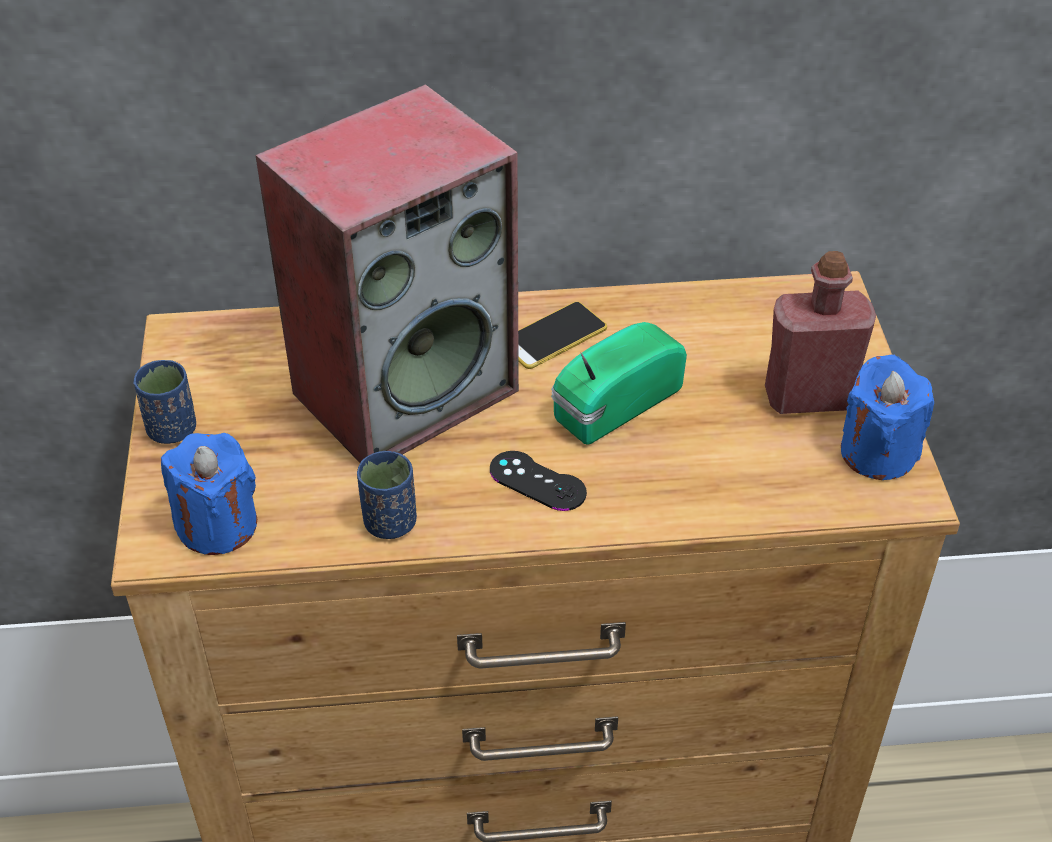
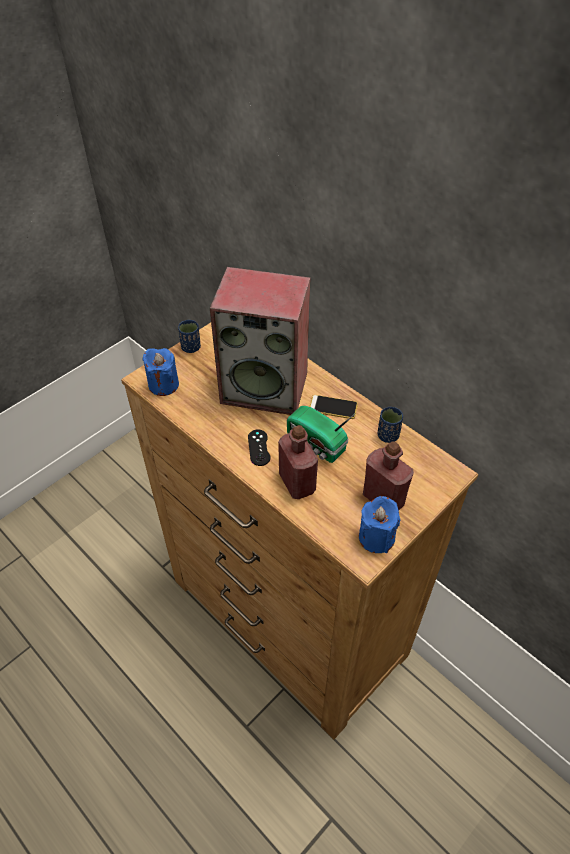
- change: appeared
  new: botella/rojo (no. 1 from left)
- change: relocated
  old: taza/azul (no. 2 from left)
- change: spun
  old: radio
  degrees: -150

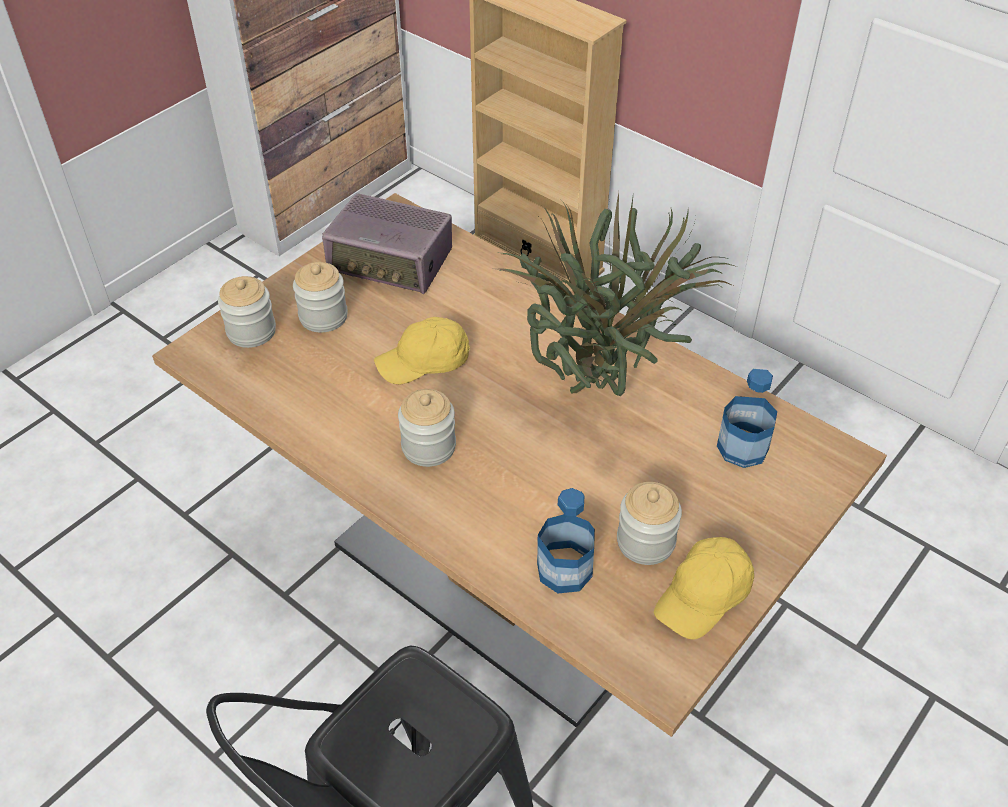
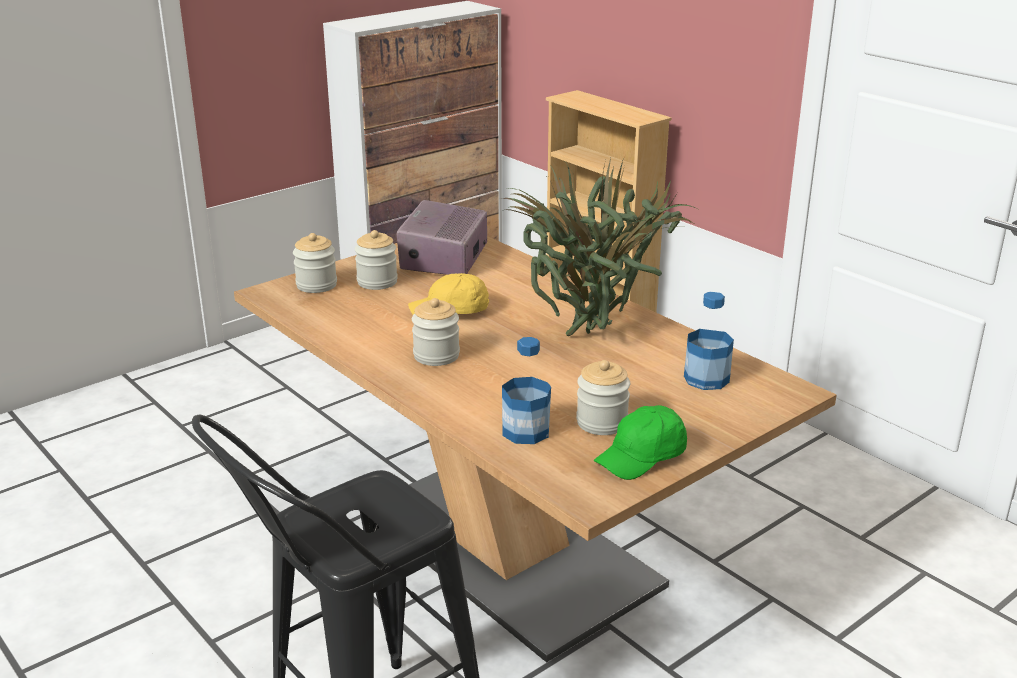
- change: colour
  old: gorra/amarillo (no. 2 from left)
  new: gorra/verde
- change: spun
  old: radio
  degrees: 75

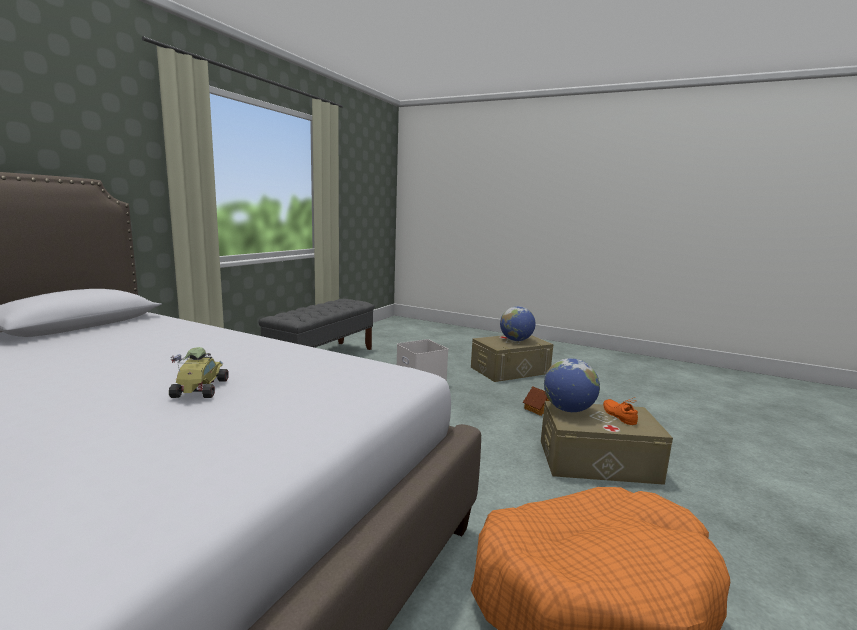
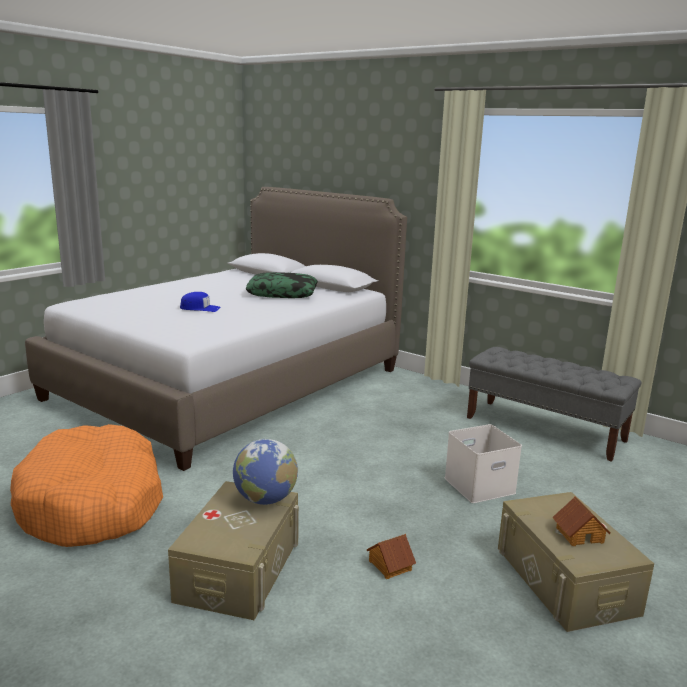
- change: missing
  old: zapato/naranja
- change: appeared
  new: cojín
- change: exchanged
  old: coche de juguete
  new: gorra/azul
- change: exchanged
  old: globo terráqueo (no. 1 from left)
  new: casita (no. 2 from left)

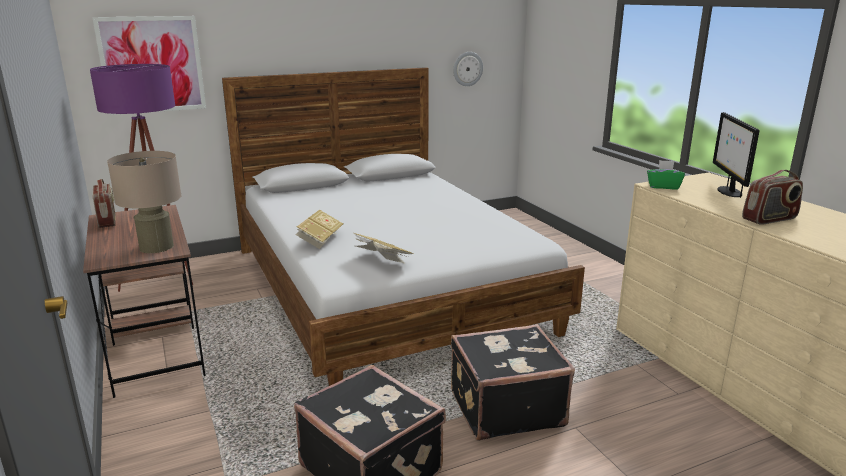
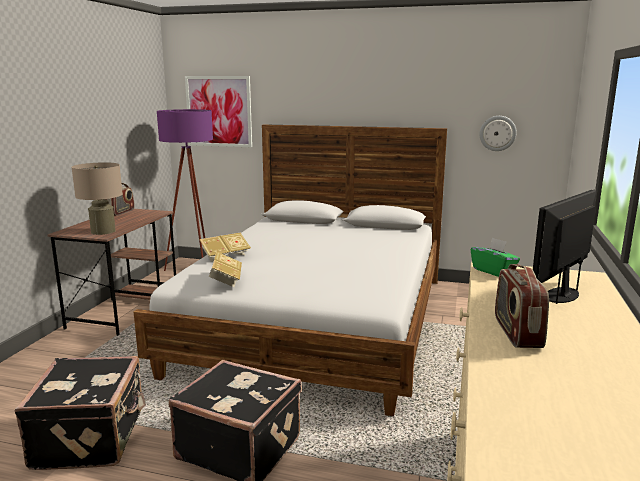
- change: spun
  old: radio (no. 2 from left)
  degrees: 75

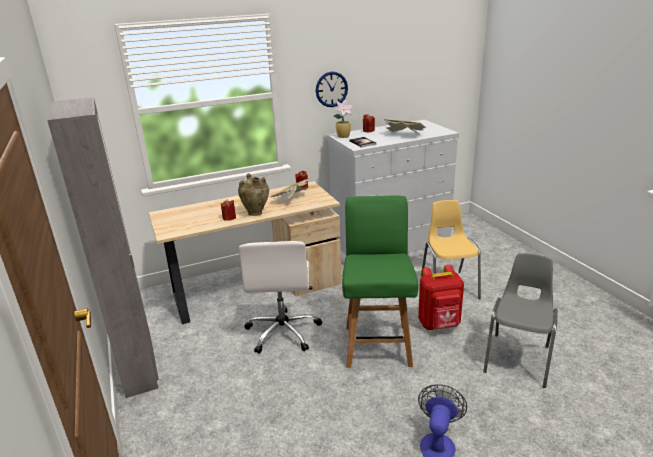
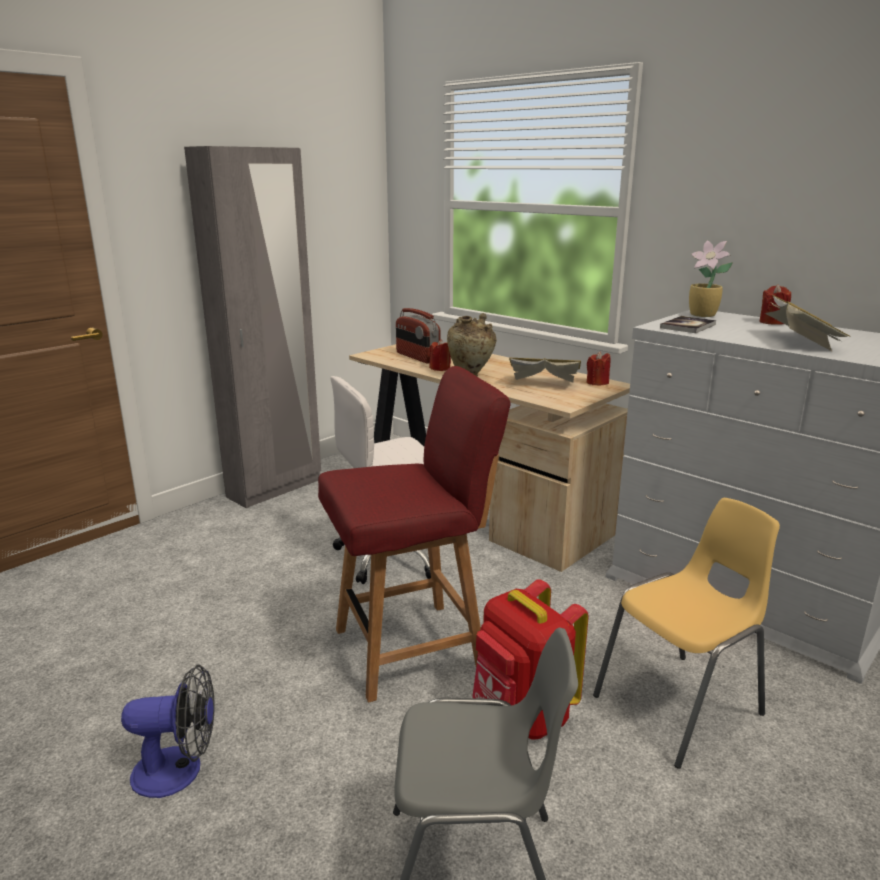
- change: missing
  old: reloj de pared
- change: appeared
  new: radio
- change: colour
  old: silla/verde
  new: silla/rojo

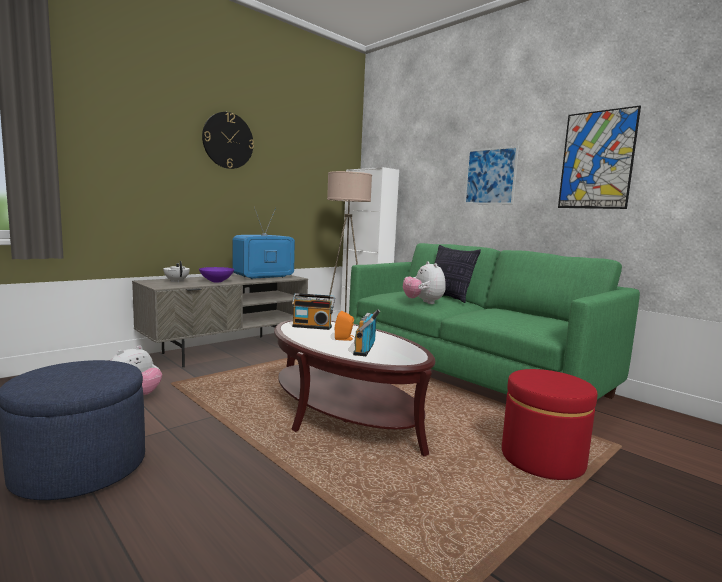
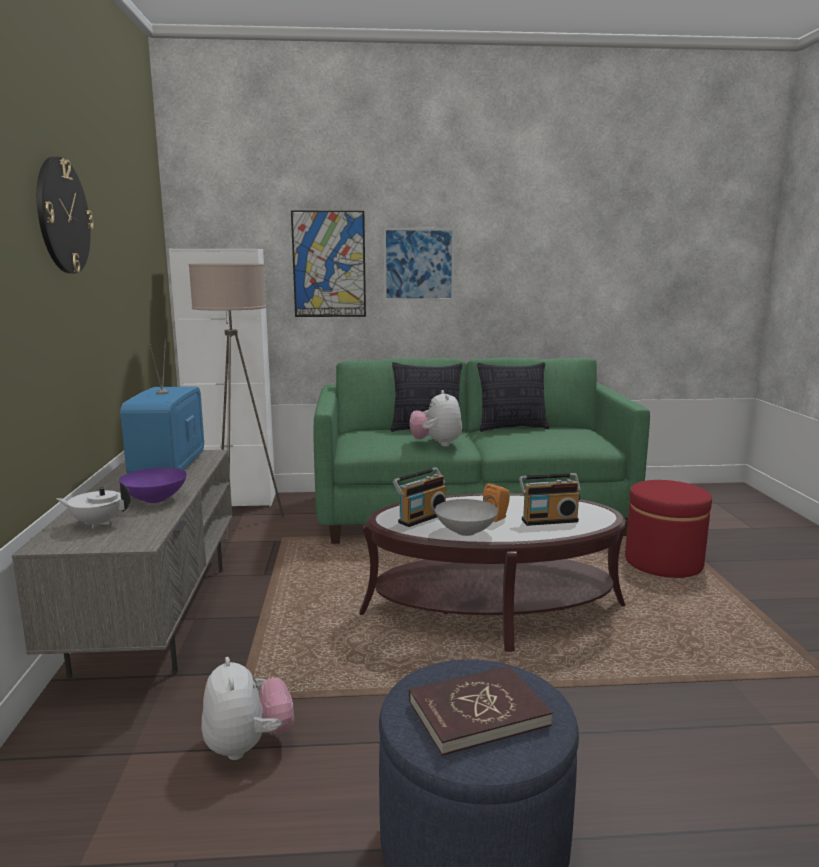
- change: appeared
  new: libro/rojo
- change: appeared
  new: cuenco/gris
- change: appeared
  new: cojín (no. 2 from left)
- change: relocated
  old: cuadro (no. 2 from left in the first image)
  new: cuadro (no. 1 from left)
- change: spun
  old: radio (no. 2 from left)
  degrees: -60
- change: spun
  old: peluche (no. 2 from left)
  degrees: 60

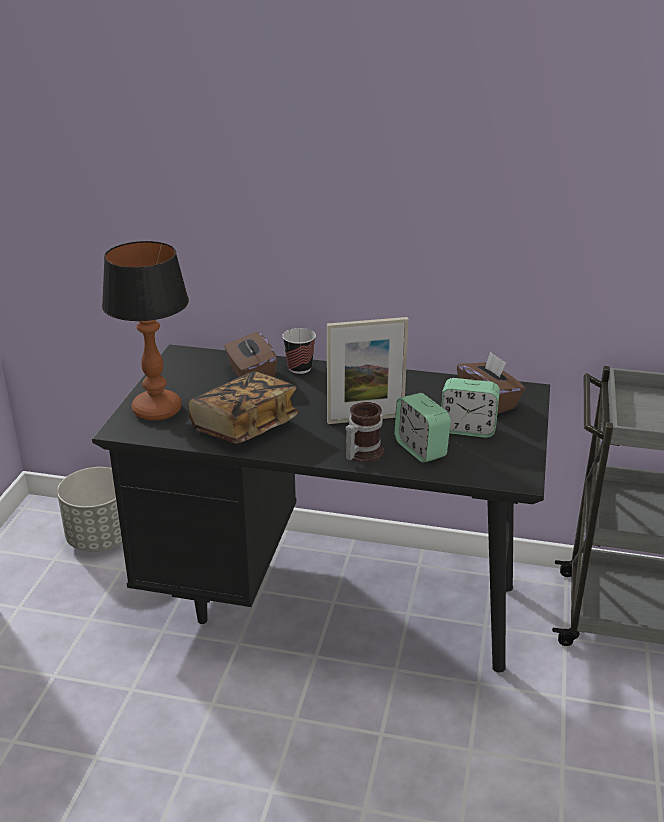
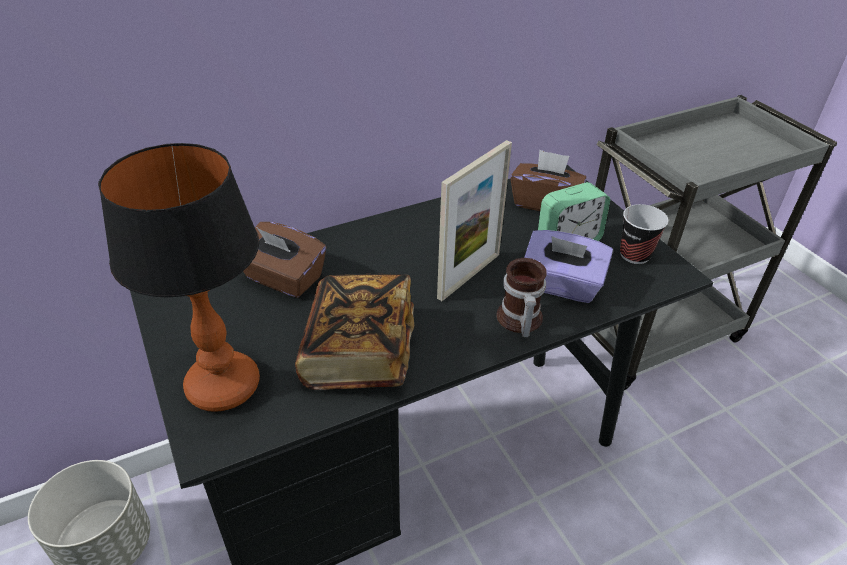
- change: relocated
  old: taza
- change: exchanged
  old: despertador (no. 1 from left)
  new: caja de pañuelos/morado

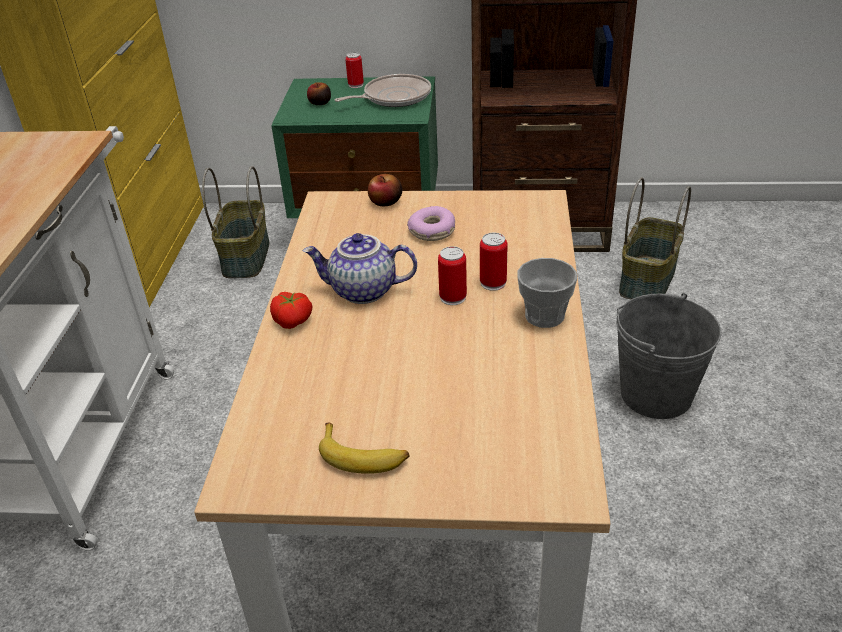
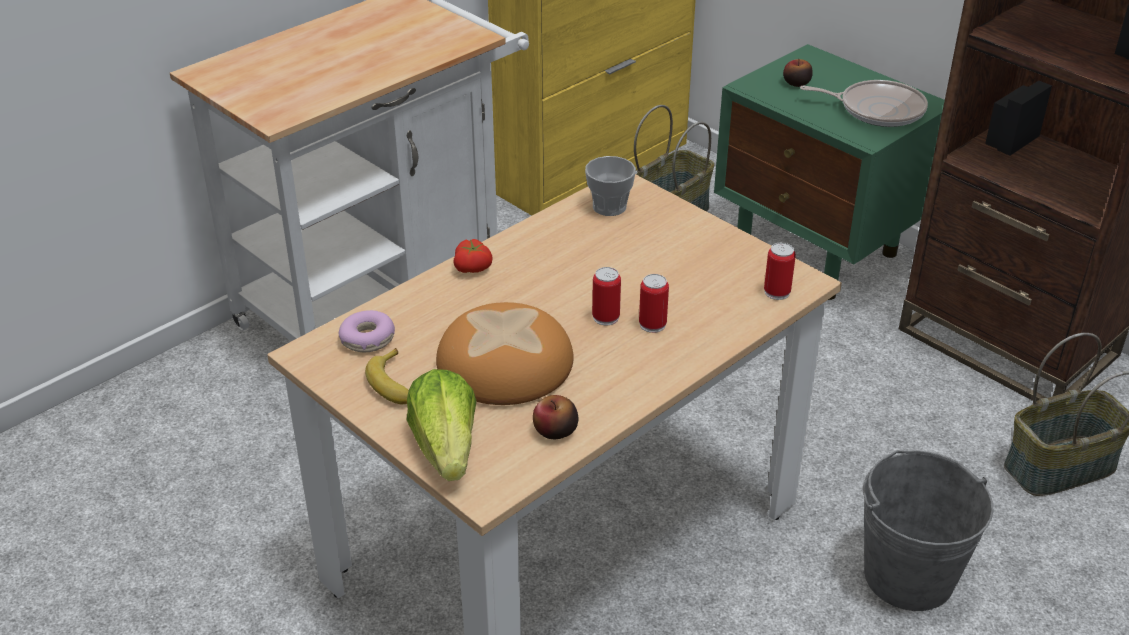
- change: missing
  old: tetera
- change: appeared
  new: lechuga
- change: appeared
  new: pan
- change: relocated
  old: lata (no. 1 from left in the first image)
  new: lata (no. 3 from left)
- change: relocated
  old: manzana (no. 2 from left in the first image)
  new: manzana (no. 1 from left)
- change: relocated
  old: rosquilla
- change: relocated
  old: taza

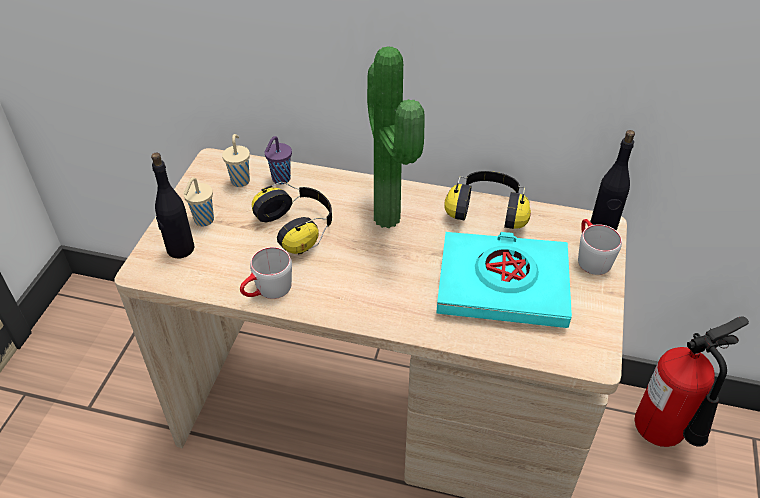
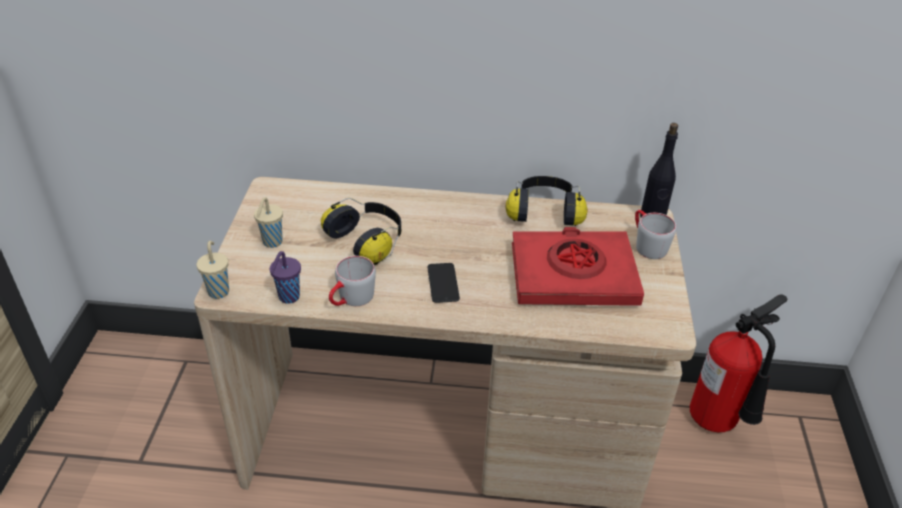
- change: missing
  old: botella/negro (no. 1 from left)
- change: missing
  old: planta en maceta
- change: appeared
  new: móvil
- change: relocated
  old: taza/beis (no. 2 from left in the first image)
  new: taza/beis (no. 1 from left)
- change: relocated
  old: taza/morado
- change: colour
  old: libro/turquesa
  new: libro/rojo

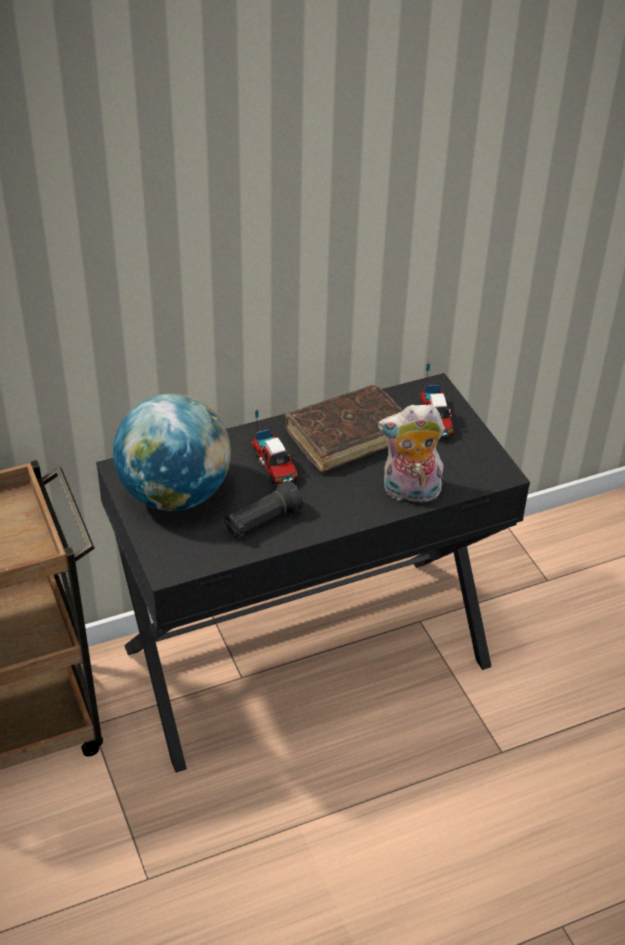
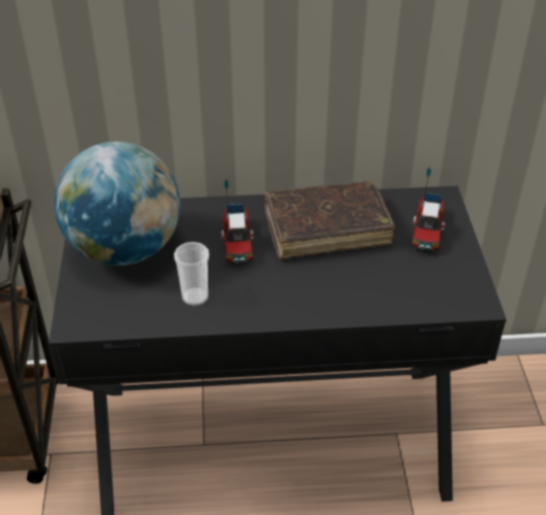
- change: missing
  old: peluche
- change: exchanged
  old: linterna/negro
  new: taza

